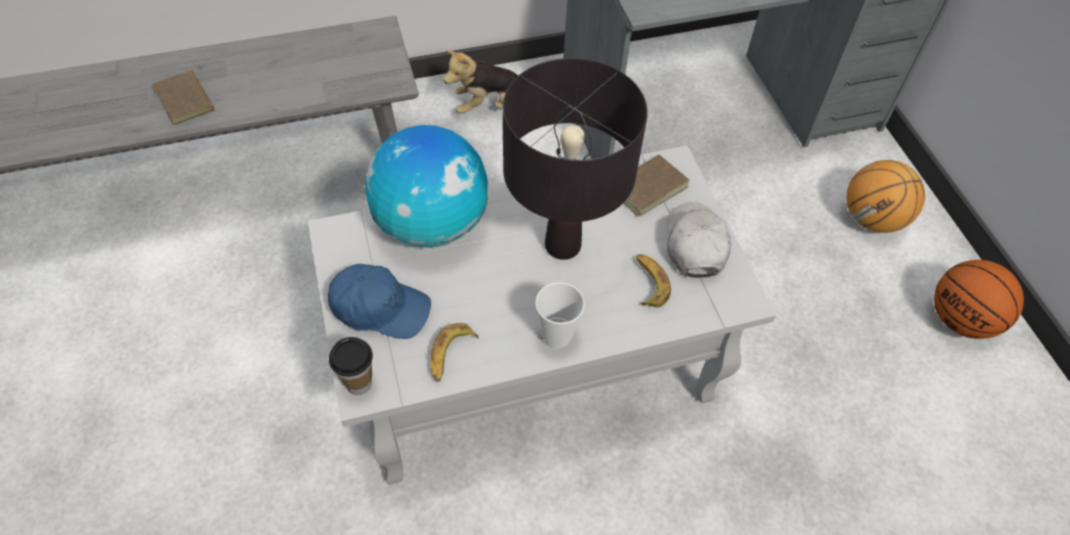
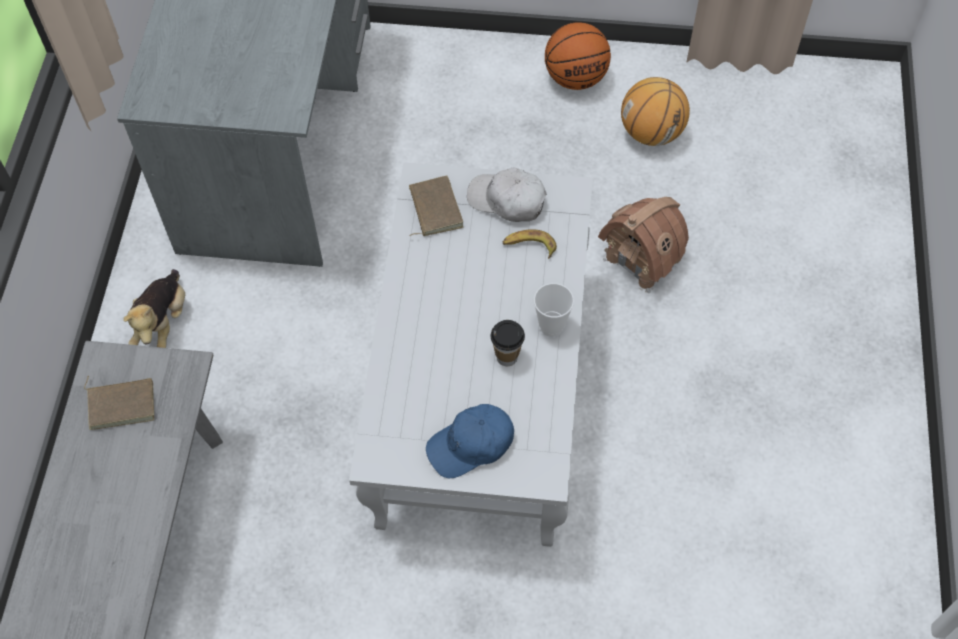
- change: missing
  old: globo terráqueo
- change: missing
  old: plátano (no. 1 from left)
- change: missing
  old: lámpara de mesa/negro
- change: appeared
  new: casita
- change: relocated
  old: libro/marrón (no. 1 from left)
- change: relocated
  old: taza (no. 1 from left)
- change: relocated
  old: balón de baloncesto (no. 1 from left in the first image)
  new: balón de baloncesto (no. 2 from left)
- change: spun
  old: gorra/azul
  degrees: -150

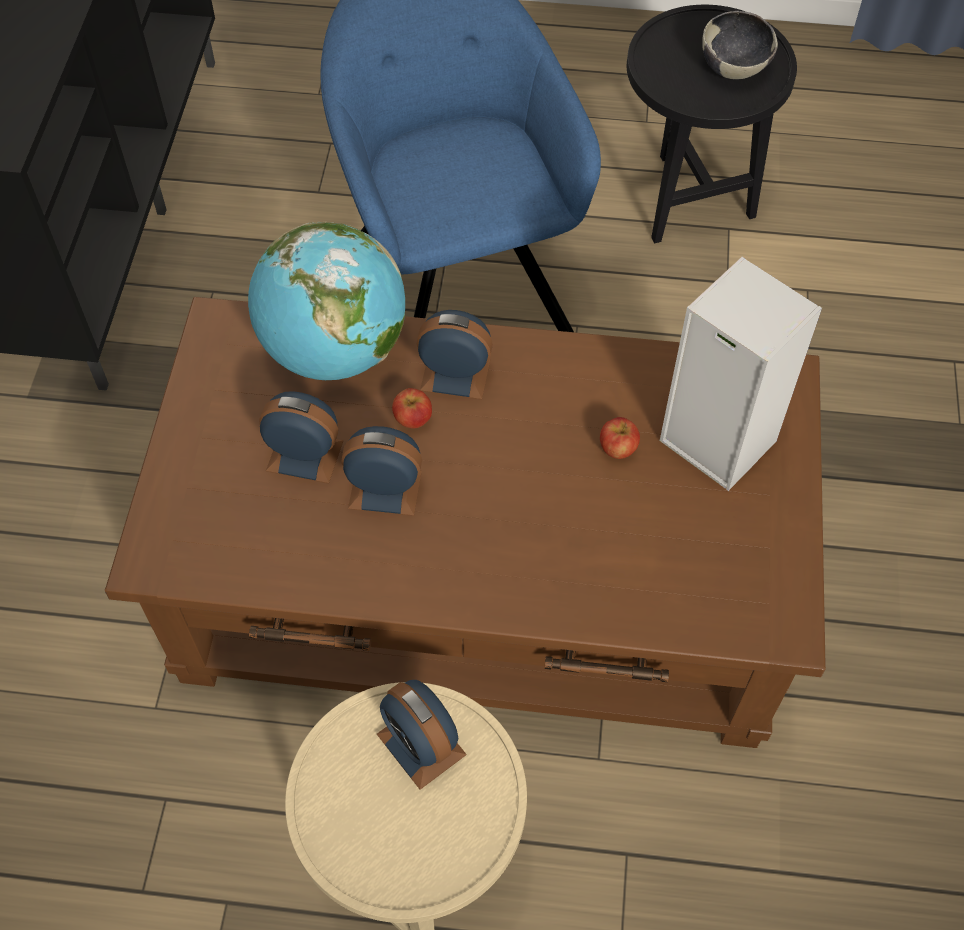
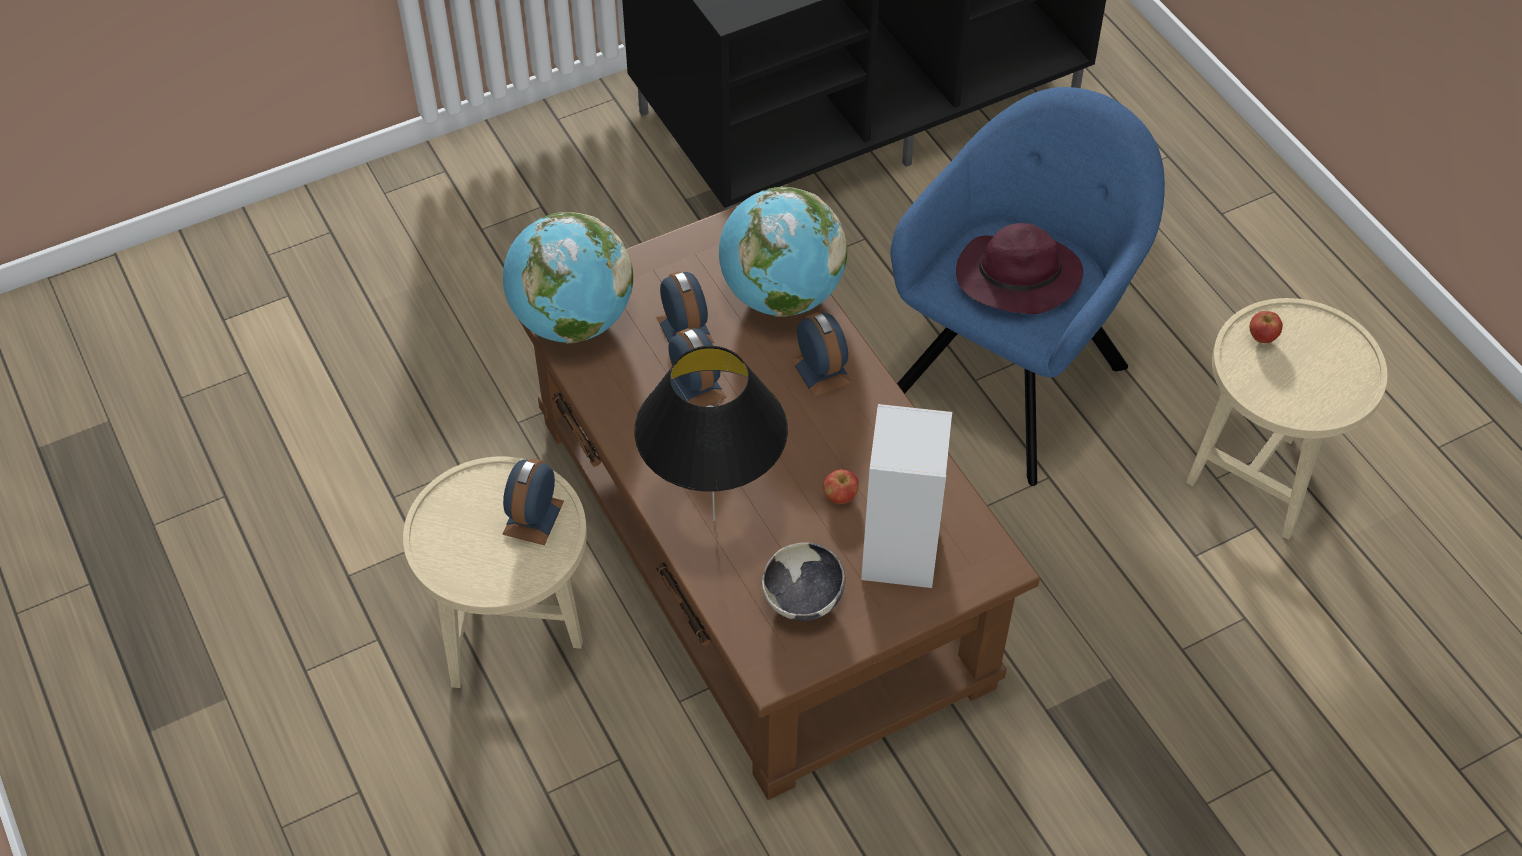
- change: appeared
  new: globo terráqueo (no. 1 from left)
- change: appeared
  new: lámpara de mesa/negro
- change: appeared
  new: sombrero/morado
- change: relocated
  old: manzana (no. 1 from left in the first image)
  new: manzana (no. 2 from left)
- change: relocated
  old: cuenco
- change: colour
  old: mesa auxiliar/negro
  new: mesa auxiliar/beis (no. 2 from left)

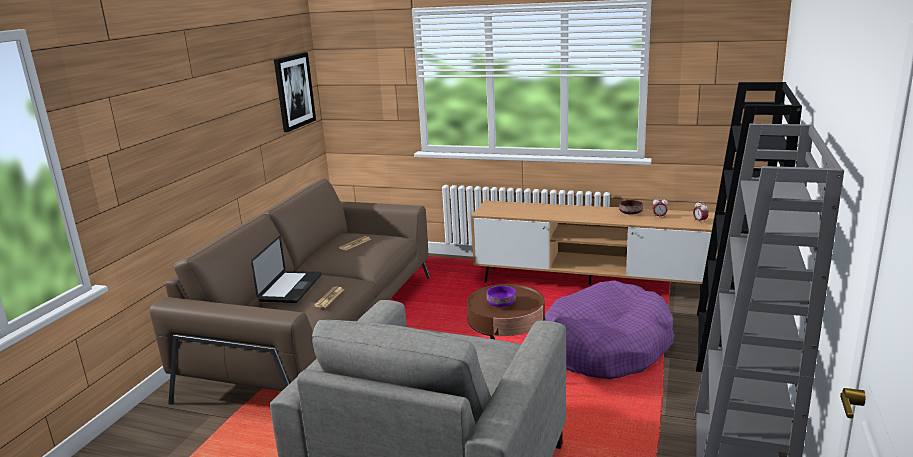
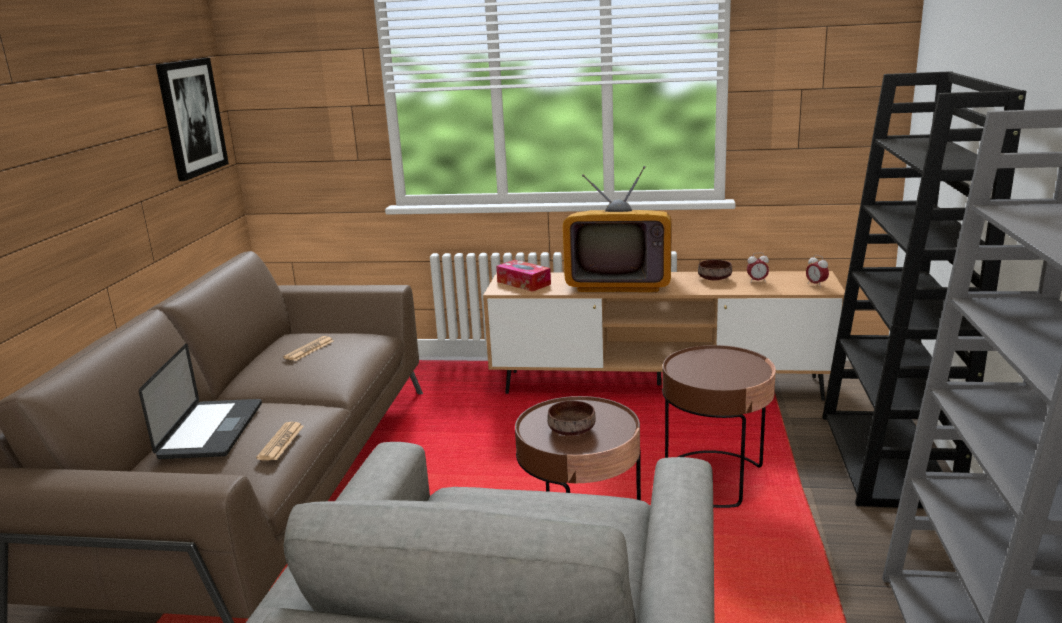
- change: appeared
  new: caja de pañuelos
- change: appeared
  new: televisor
- change: exchanged
  old: cama para perro/morado
  new: mesa auxiliar/marrón (no. 2 from left)
- change: colour
  old: cuenco/morado
  new: cuenco/marrón (no. 1 from left)

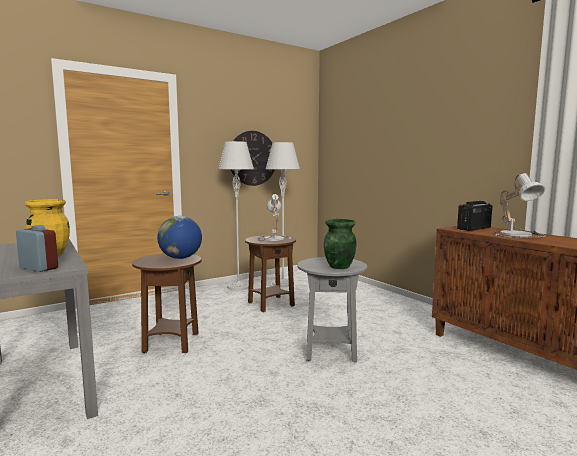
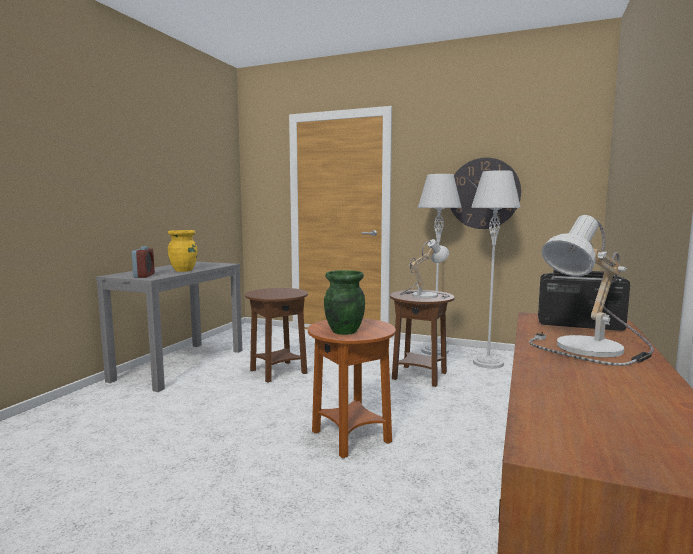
- change: missing
  old: globo terráqueo
- change: colour
  old: mesa auxiliar/gris
  new: mesa auxiliar/marrón (no. 2 from left)

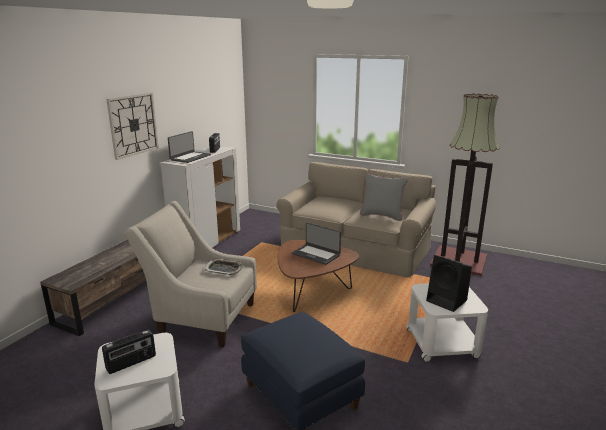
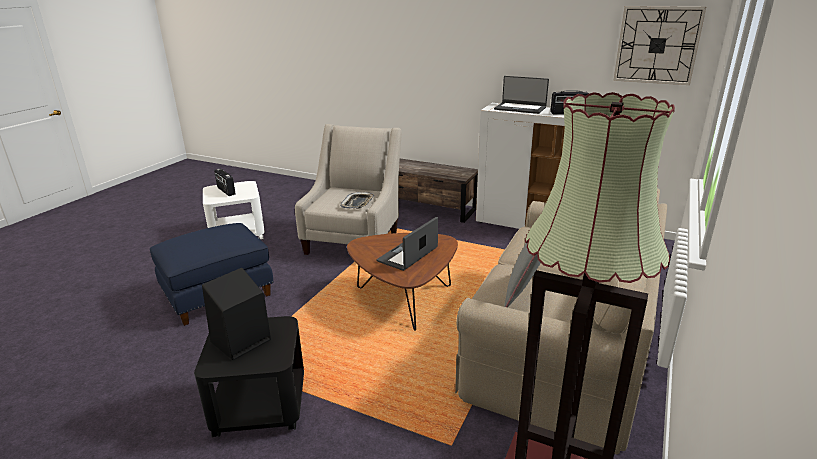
- change: relocated
  old: reloj de pared
- change: colour
  old: mesa auxiliar/blanco (no. 2 from left)
  new: mesa auxiliar/negro

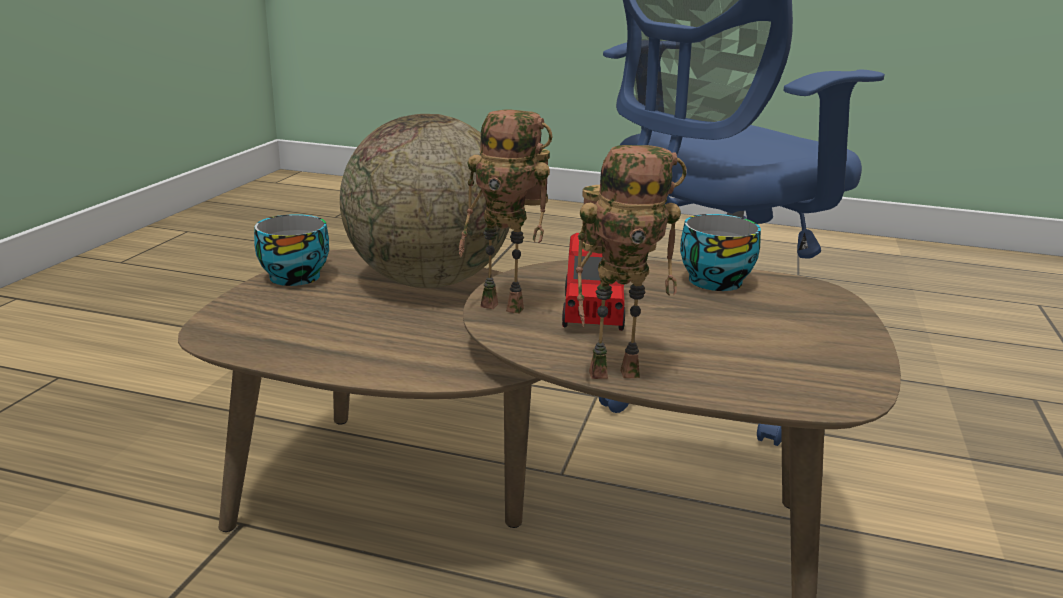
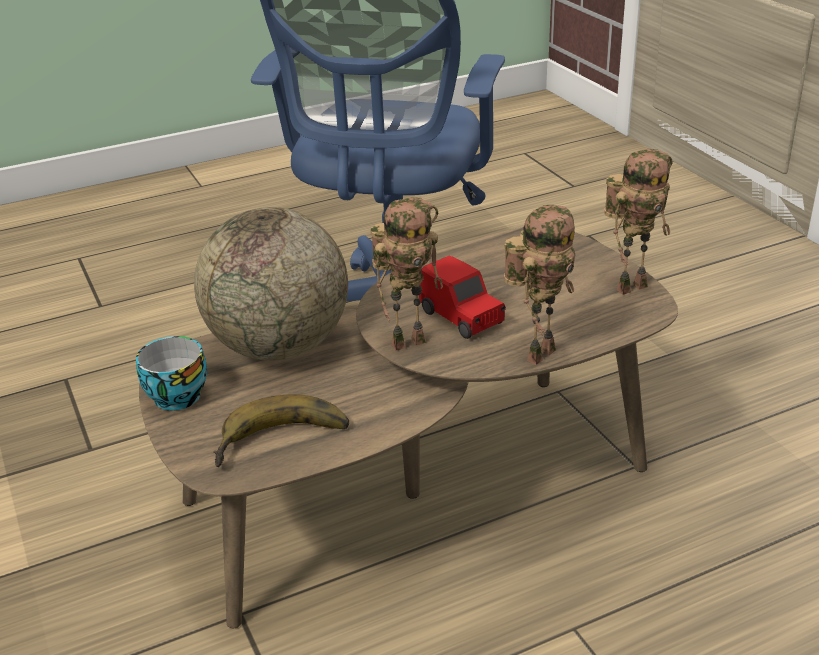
- change: missing
  old: taza (no. 2 from left)
- change: appeared
  new: plátano
- change: appeared
  new: robot de juguete (no. 3 from left)

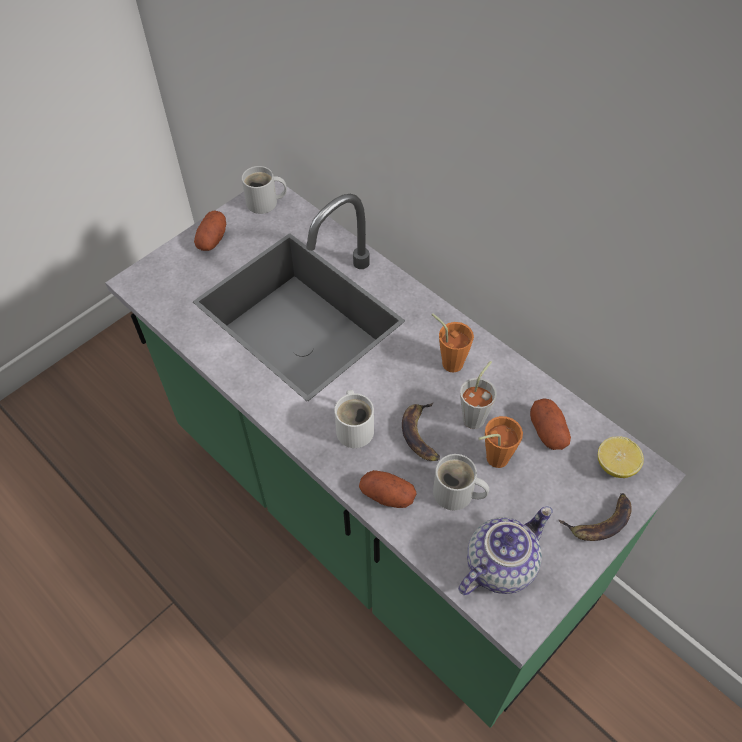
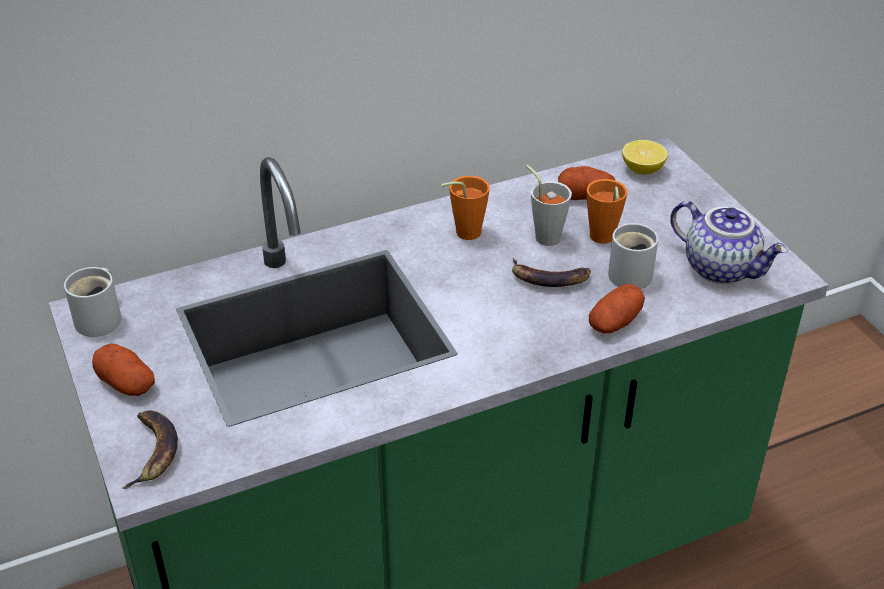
- change: missing
  old: taza grande/blanco (no. 2 from left)
- change: relocated
  old: plátano (no. 2 from left in the first image)
  new: plátano (no. 1 from left)
- change: spun
  old: tetera
  degrees: 150

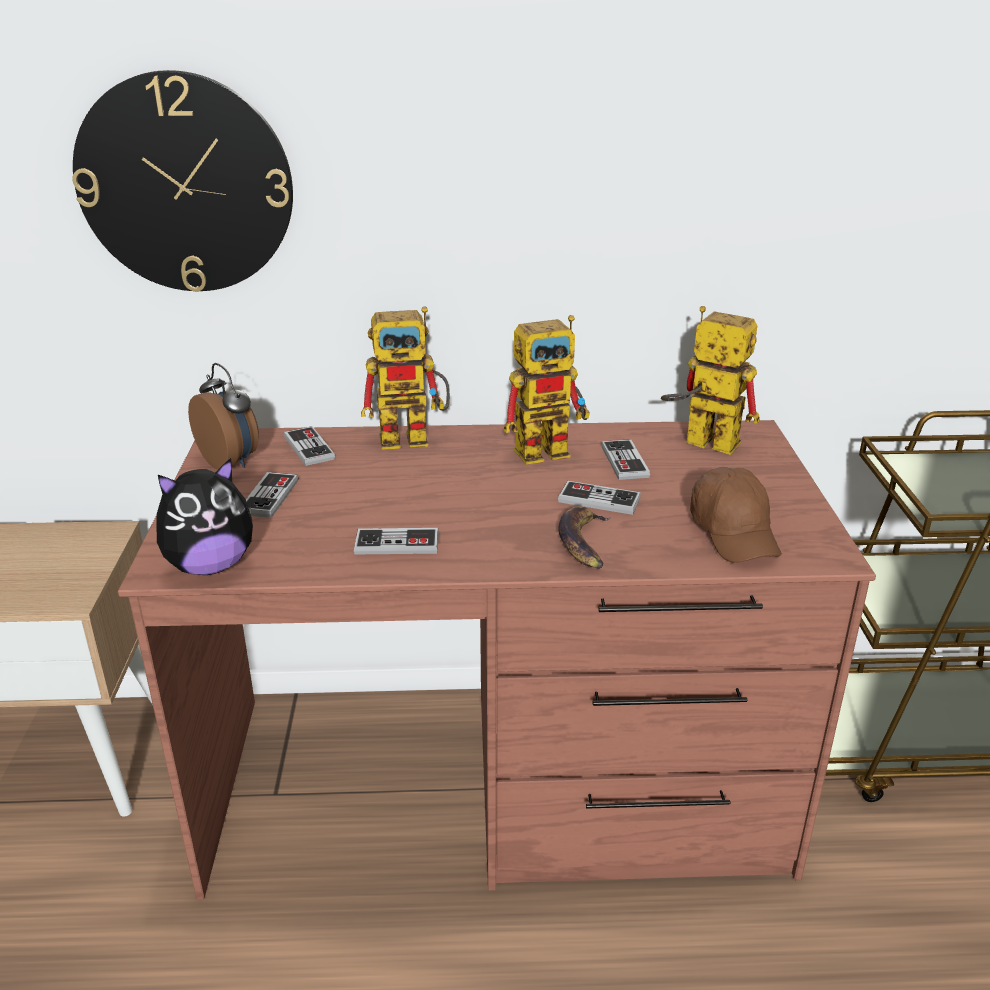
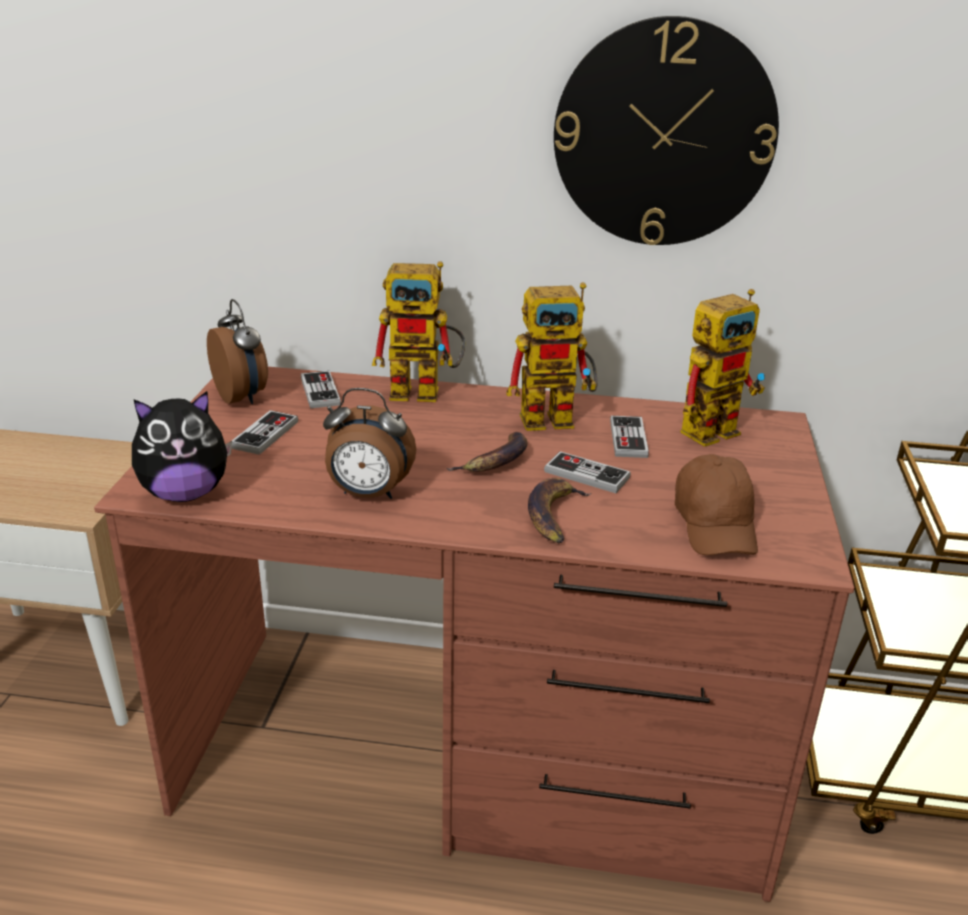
- change: appeared
  new: plátano (no. 1 from left)
- change: relocated
  old: reloj de pared
- change: exchanged
  old: mando de consola (no. 3 from left)
  new: despertador (no. 2 from left)
- change: spun
  old: robot de juguete (no. 3 from left)
  degrees: 105

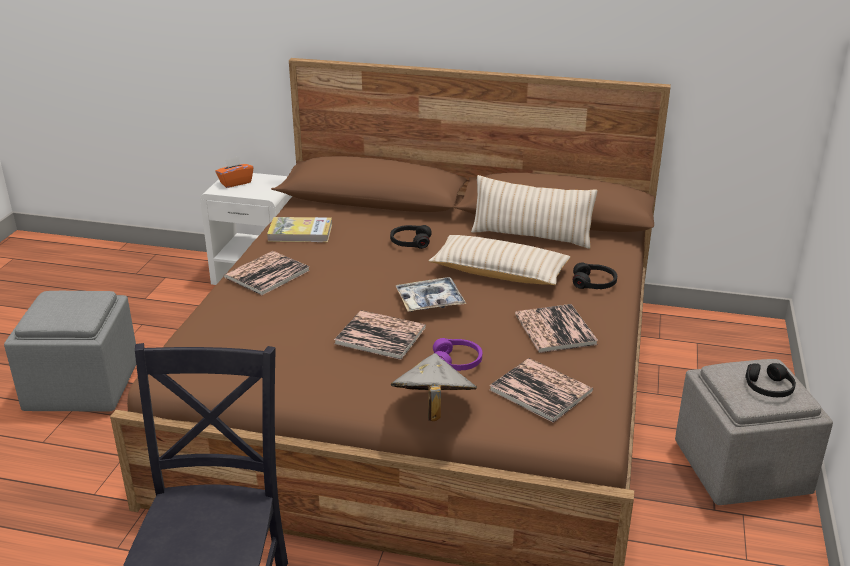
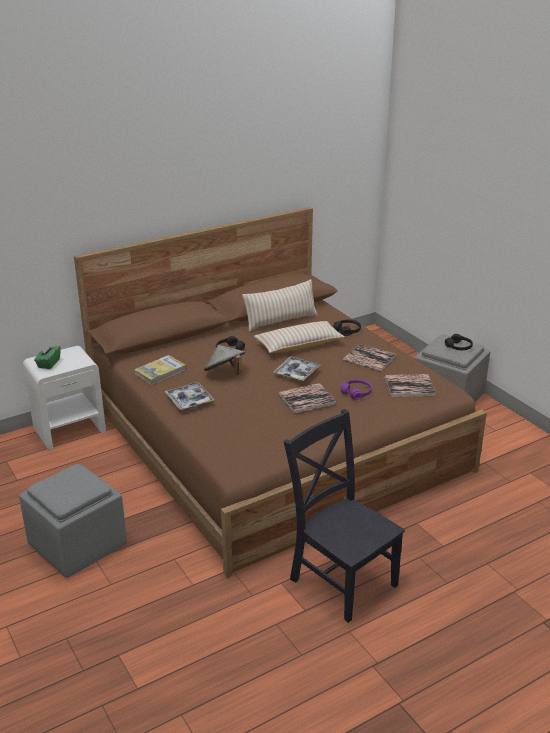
- change: relocated
  old: sombrero/gris
- change: exchanged
  old: libro (no. 1 from left)
  new: bandeja (no. 1 from left)
- change: colour
  old: caja de pañuelos/naranja
  new: caja de pañuelos/verde

